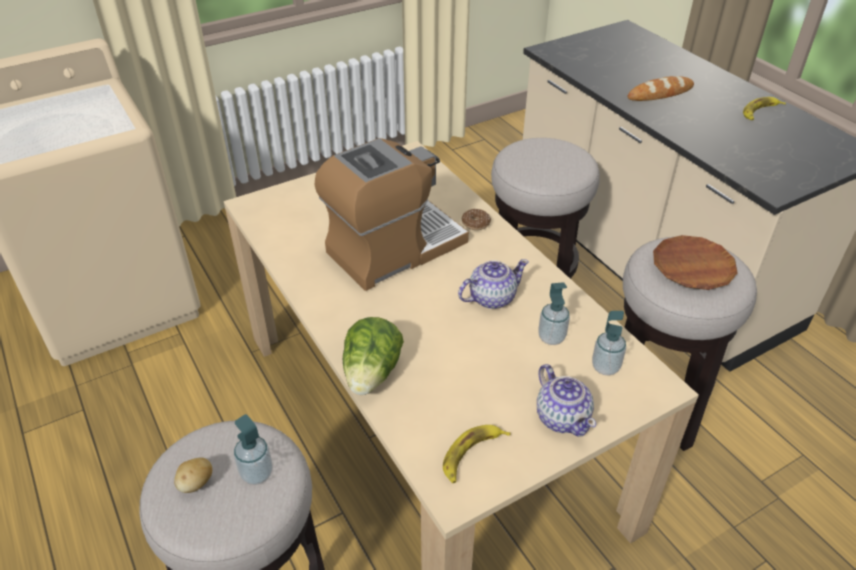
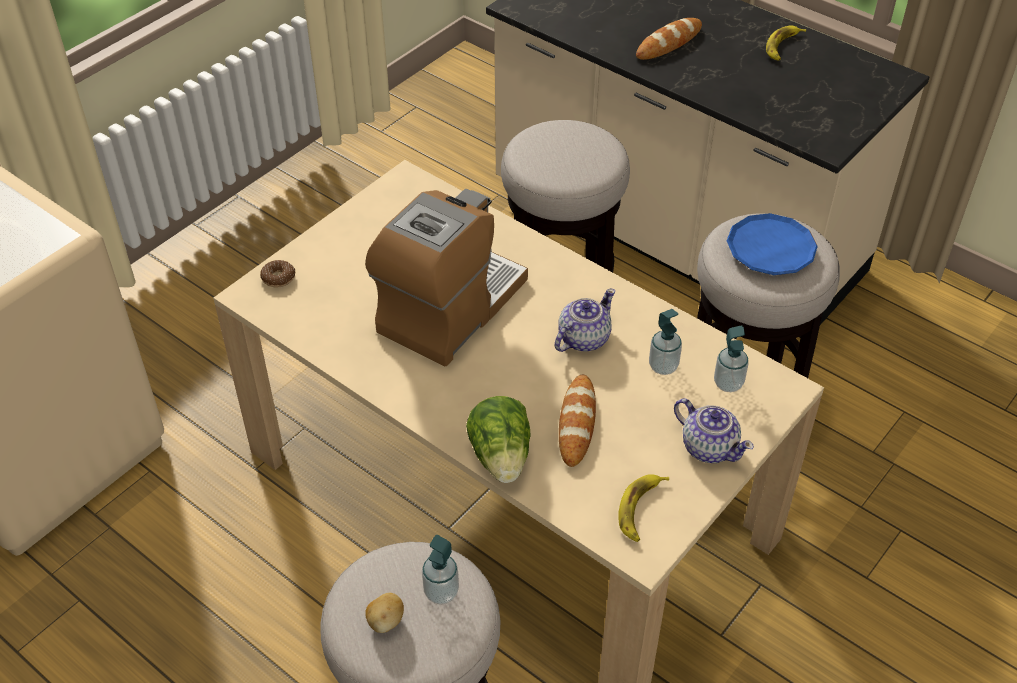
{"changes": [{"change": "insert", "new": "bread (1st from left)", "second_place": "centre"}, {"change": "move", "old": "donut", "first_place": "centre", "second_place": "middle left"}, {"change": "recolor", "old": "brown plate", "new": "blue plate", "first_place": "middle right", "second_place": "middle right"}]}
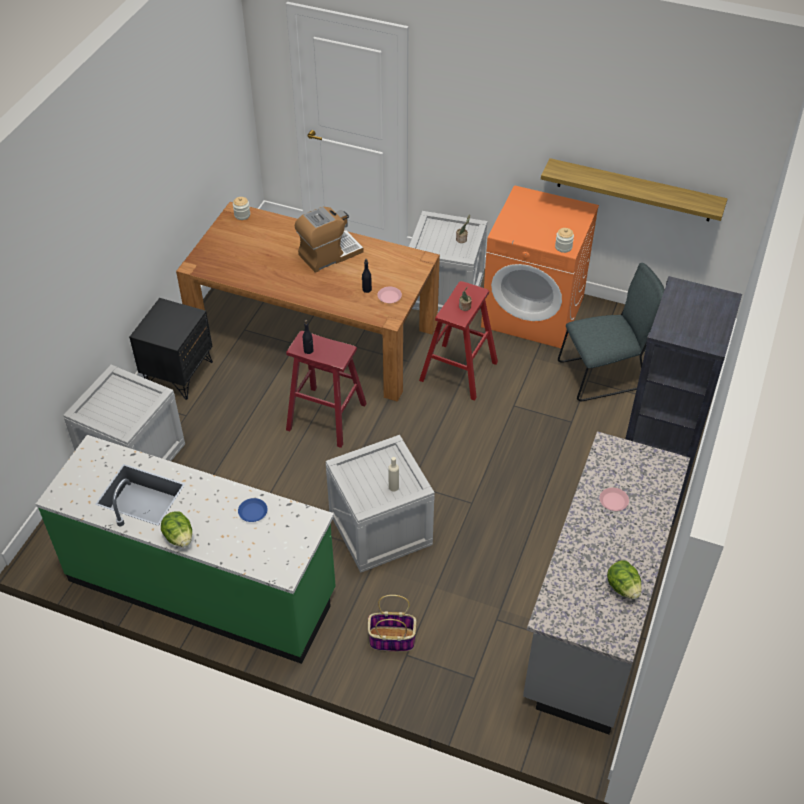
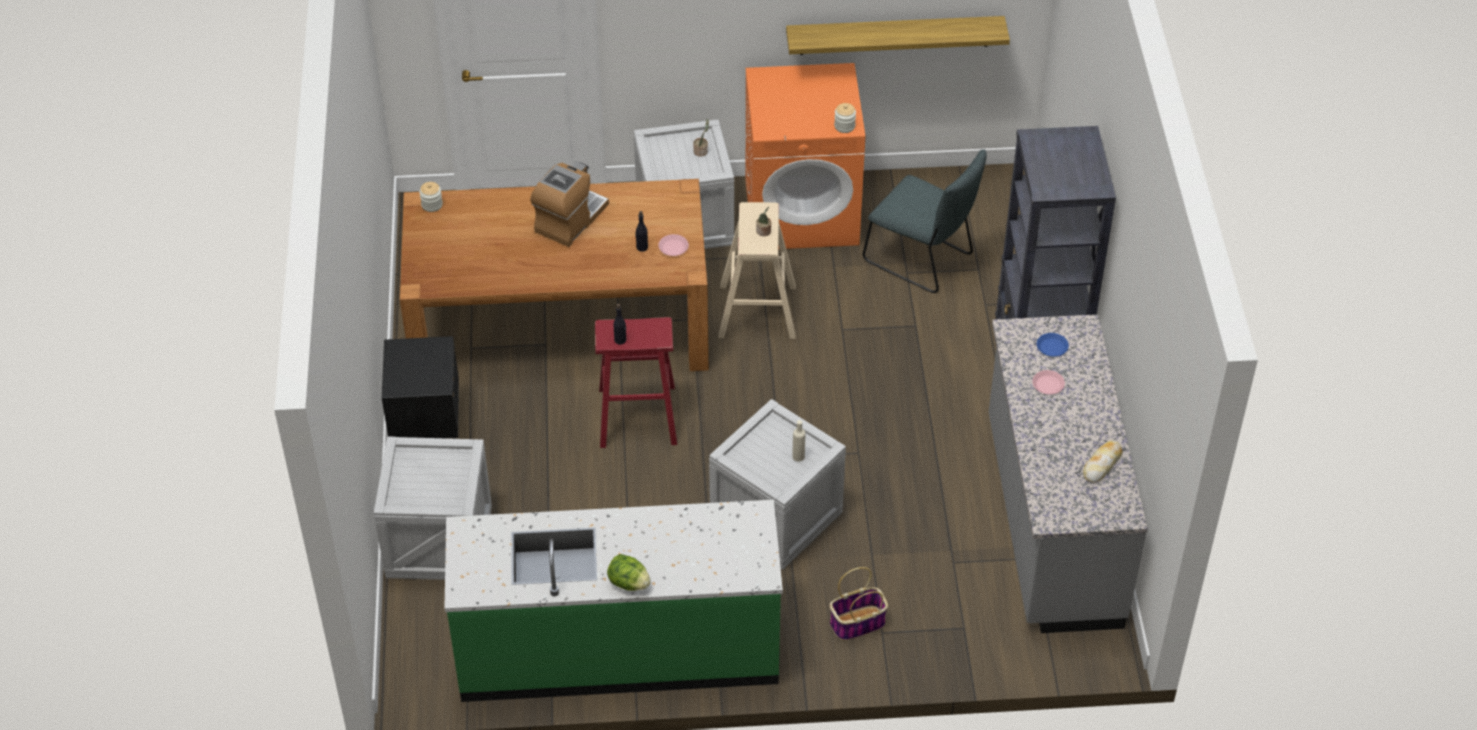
{"changes": [{"change": "move", "old": "blue plate", "first_place": "middle left", "second_place": "middle right"}, {"change": "replace", "old": "lettuce (2nd from left)", "new": "bread", "first_place": "bottom right", "second_place": "middle right"}, {"change": "recolor", "old": "red stool (2nd from left)", "new": "beige stool", "first_place": "centre", "second_place": "centre"}, {"change": "rotate", "old": "grey chair", "first_place": "middle right", "second_place": "top centre", "degrees": 75}]}
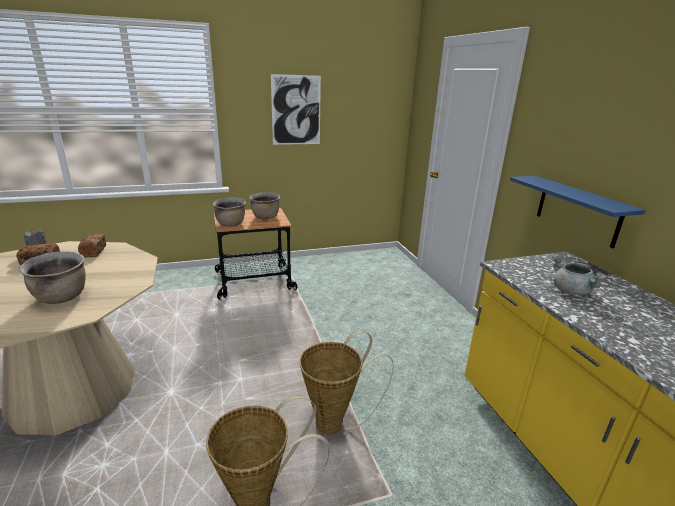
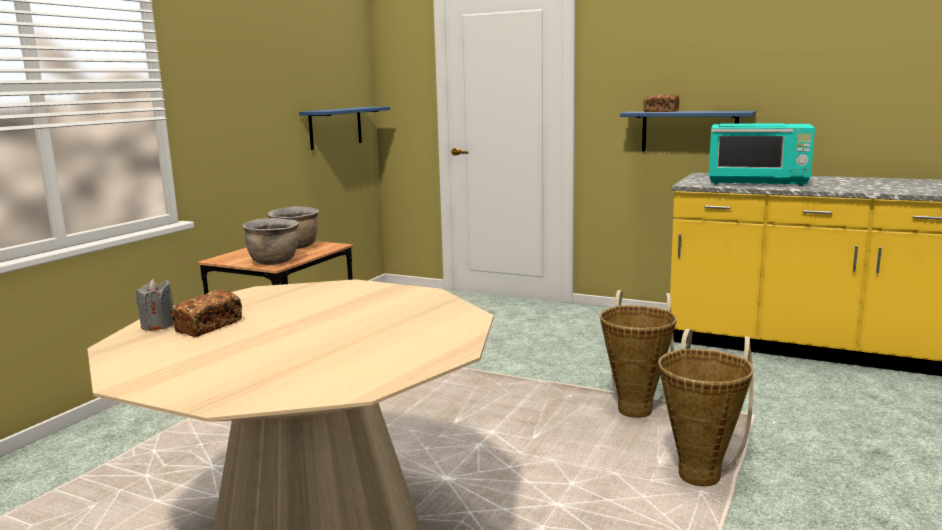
{"changes": [{"change": "delete", "old": "brown cooking pot (1st from left)", "first_place": "middle left"}, {"change": "delete", "old": "picture", "first_place": "top centre"}, {"change": "insert", "new": "blue shelf (1st from left)", "second_place": "top centre"}, {"change": "move", "old": "bread (2nd from left)", "first_place": "middle left", "second_place": "top right"}, {"change": "replace", "old": "grey cooking pot", "new": "turquoise microwave", "first_place": "middle right", "second_place": "top right"}]}
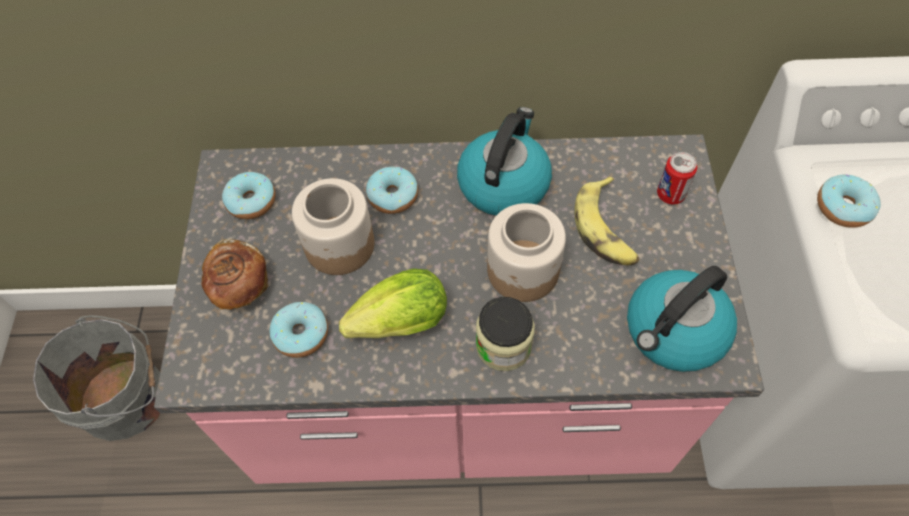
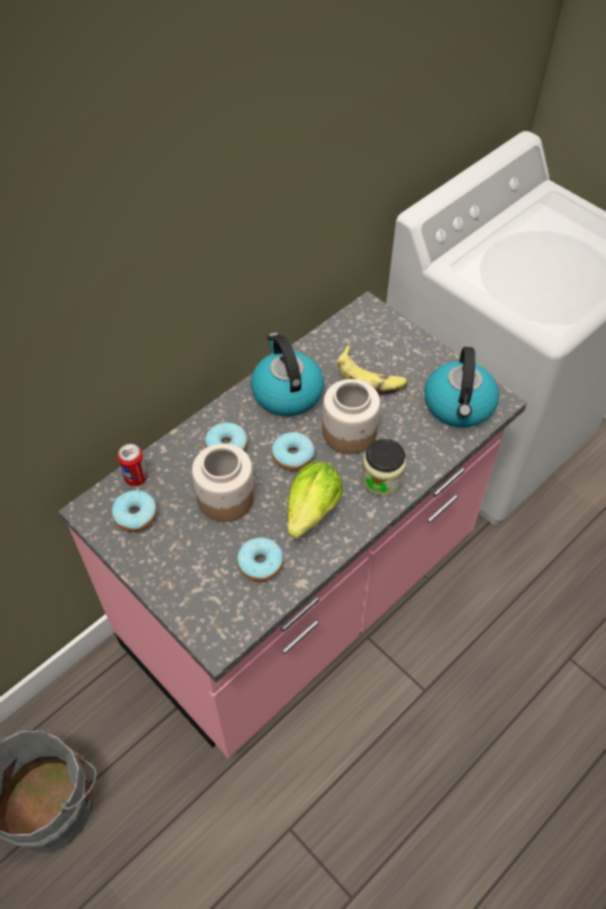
{"changes": [{"change": "delete", "old": "bread", "first_place": "middle left"}, {"change": "move", "old": "can", "first_place": "middle right", "second_place": "middle left"}, {"change": "move", "old": "donut (4th from left)", "first_place": "middle right", "second_place": "centre"}]}
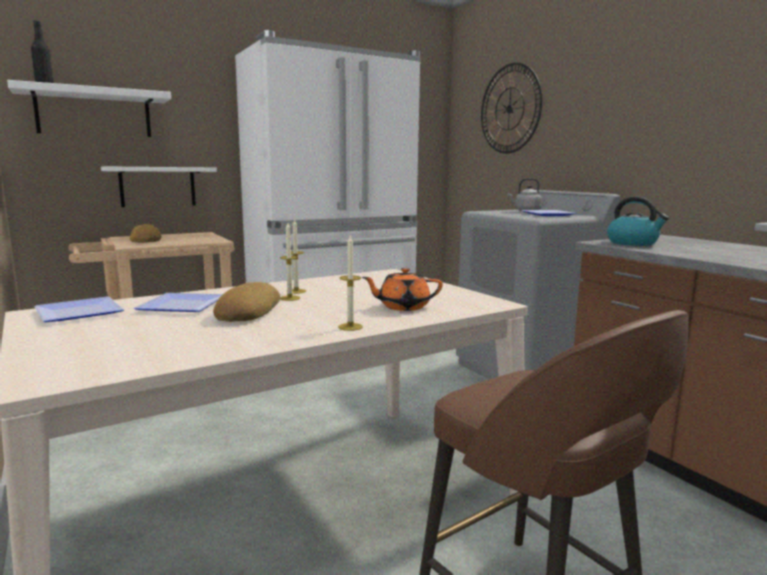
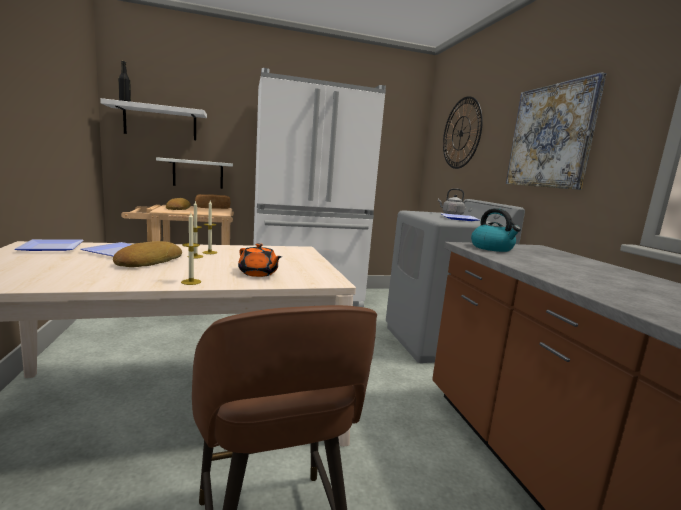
{"changes": [{"change": "insert", "new": "bread (3rd from left)", "second_place": "middle left"}, {"change": "insert", "new": "picture", "second_place": "top right"}, {"change": "rotate", "old": "orange teapot", "first_place": "centre", "second_place": "centre", "degrees": -150}]}
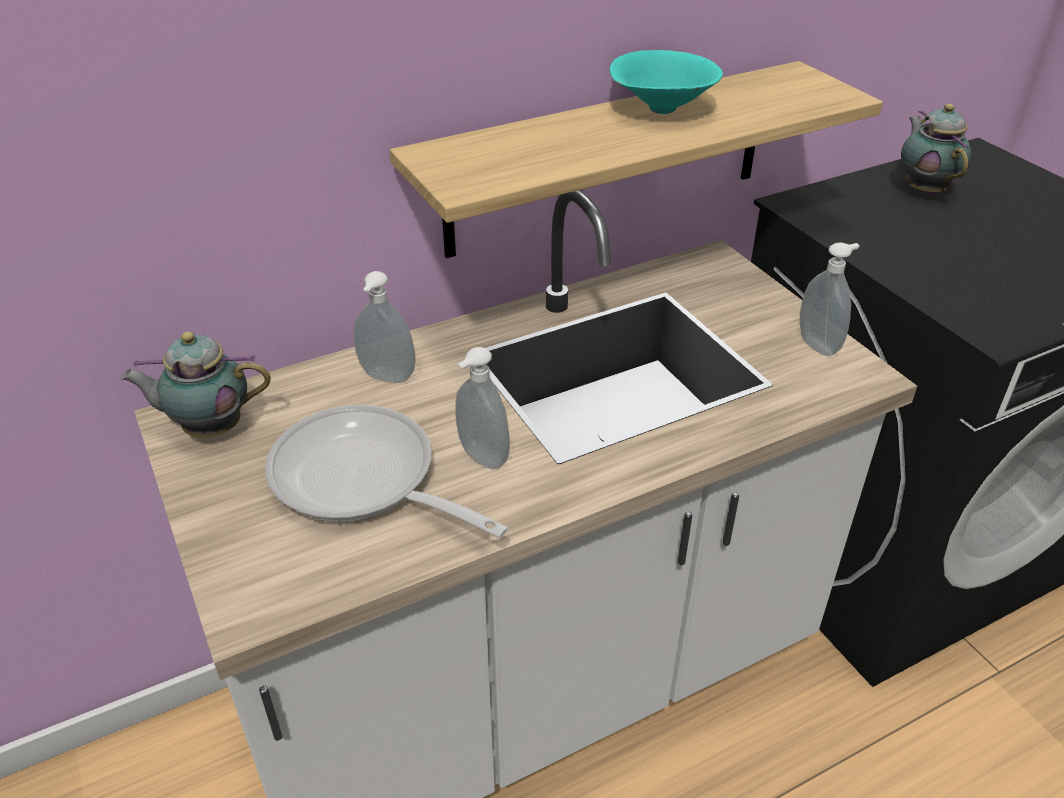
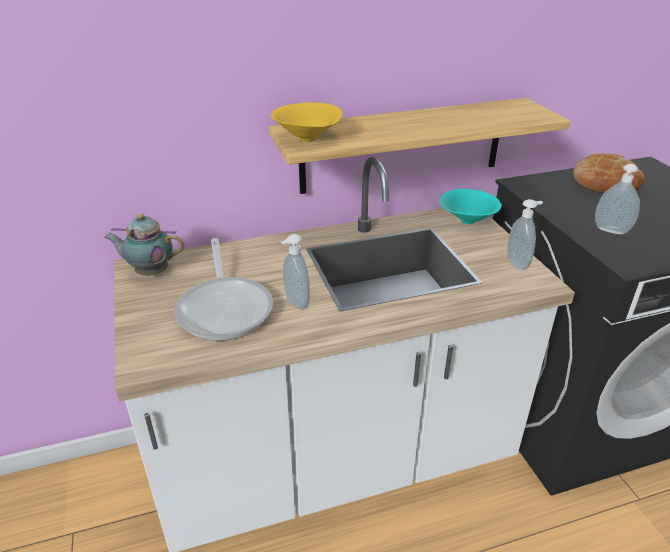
{"changes": [{"change": "insert", "new": "yellow bowl", "second_place": "top centre"}, {"change": "move", "old": "soap dispenser (1st from left in the first image)", "new": "soap dispenser (3rd from left)", "first_place": "centre", "second_place": "middle right"}, {"change": "move", "old": "turquoise bowl", "first_place": "top centre", "second_place": "middle right"}, {"change": "replace", "old": "teapot (2nd from left)", "new": "bread", "first_place": "top right", "second_place": "top right"}, {"change": "rotate", "old": "frying pan", "first_place": "centre", "second_place": "middle left", "degrees": -150}]}
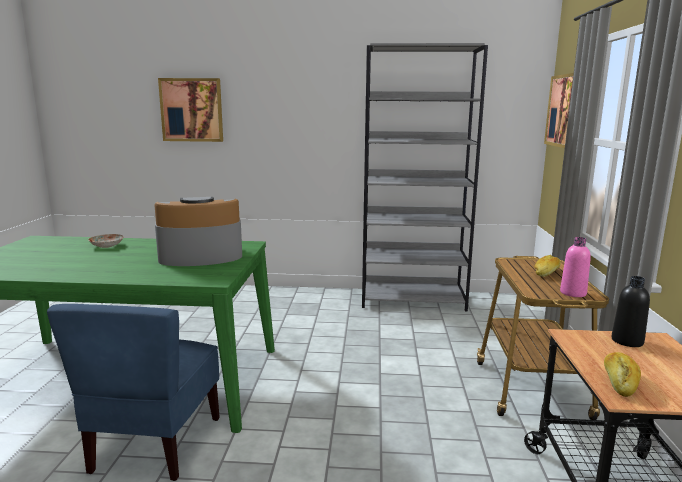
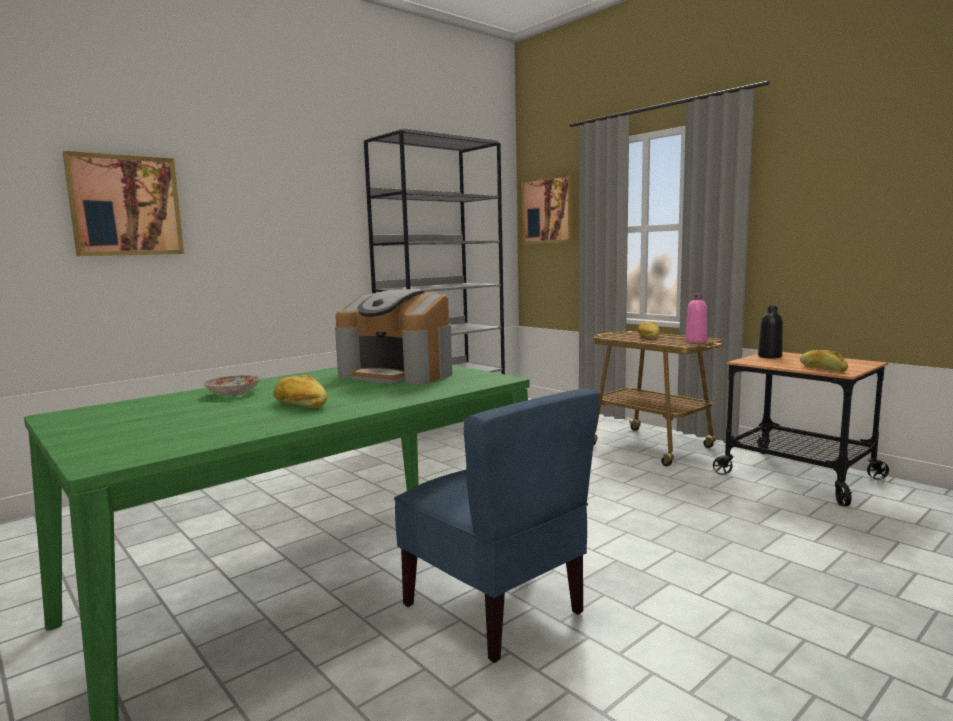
{"changes": [{"change": "insert", "new": "bread (1st from left)", "second_place": "middle left"}, {"change": "rotate", "old": "coffee machine", "first_place": "middle left", "second_place": "centre", "degrees": -90}]}
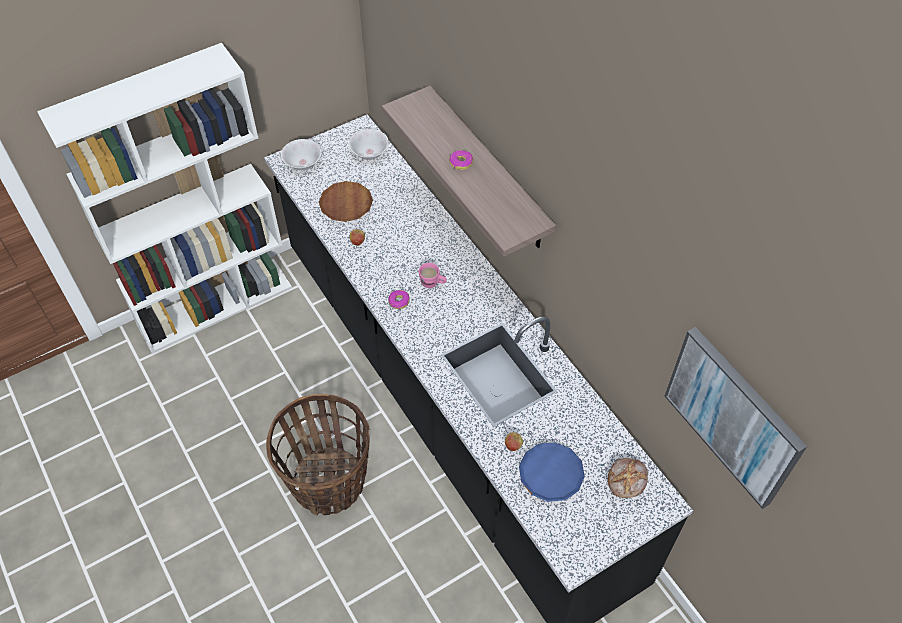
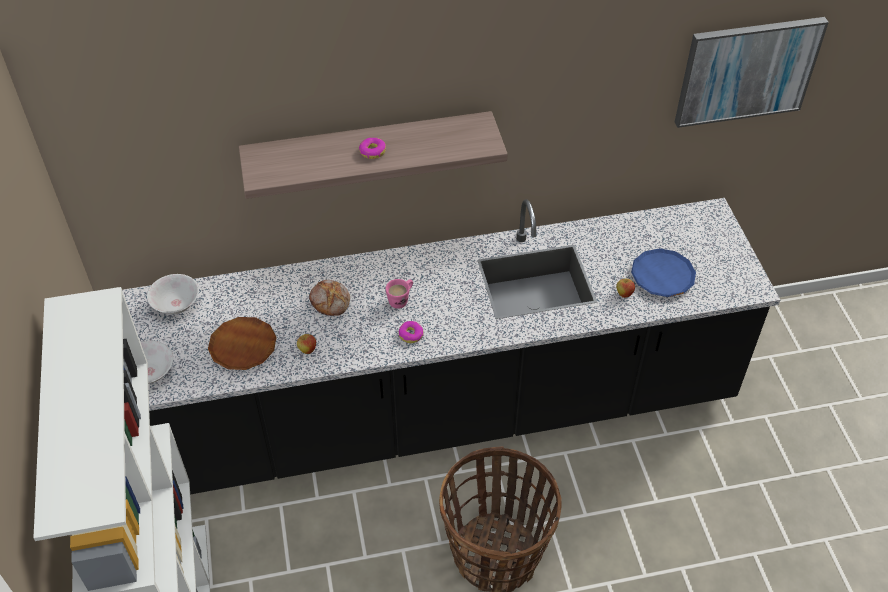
{"changes": [{"change": "move", "old": "bread", "first_place": "bottom right", "second_place": "centre"}]}
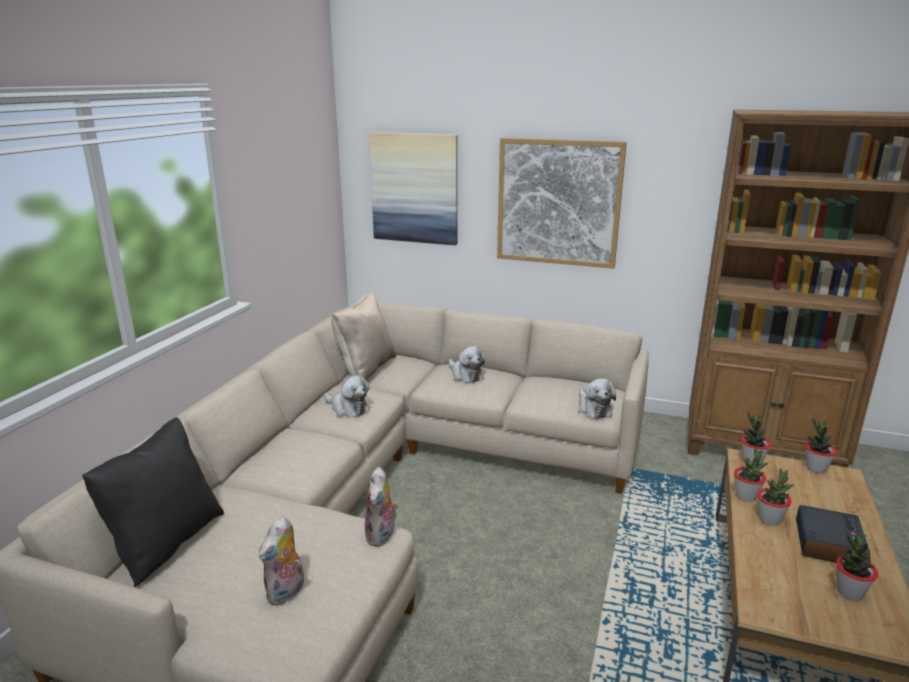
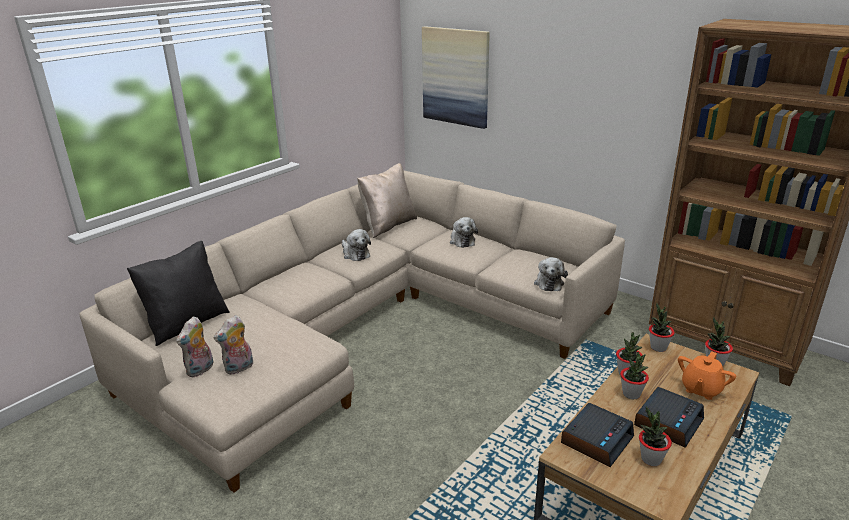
{"changes": [{"change": "delete", "old": "picture (2nd from left)", "first_place": "top centre"}, {"change": "insert", "new": "alarm clock (1st from left)", "second_place": "bottom right"}, {"change": "insert", "new": "orange teapot", "second_place": "bottom right"}, {"change": "move", "old": "plush toy (3rd from left in the first image)", "new": "plush toy (1st from left)", "first_place": "bottom centre", "second_place": "bottom left"}]}
